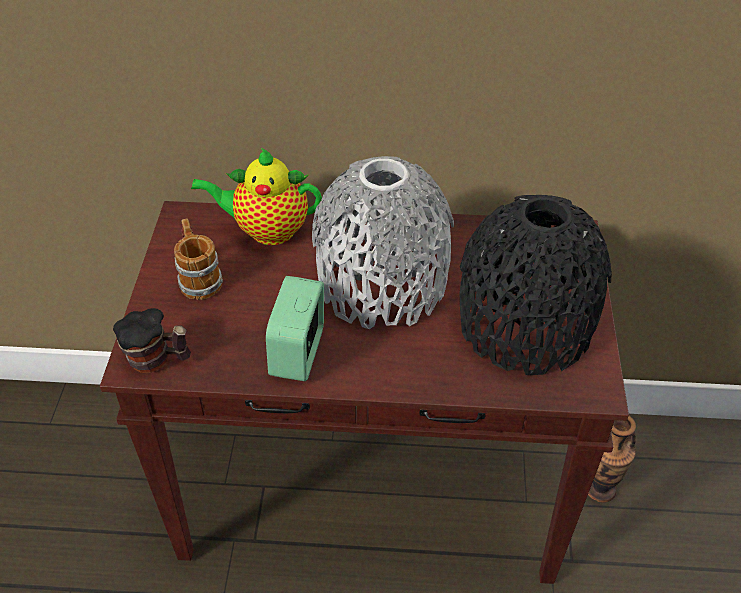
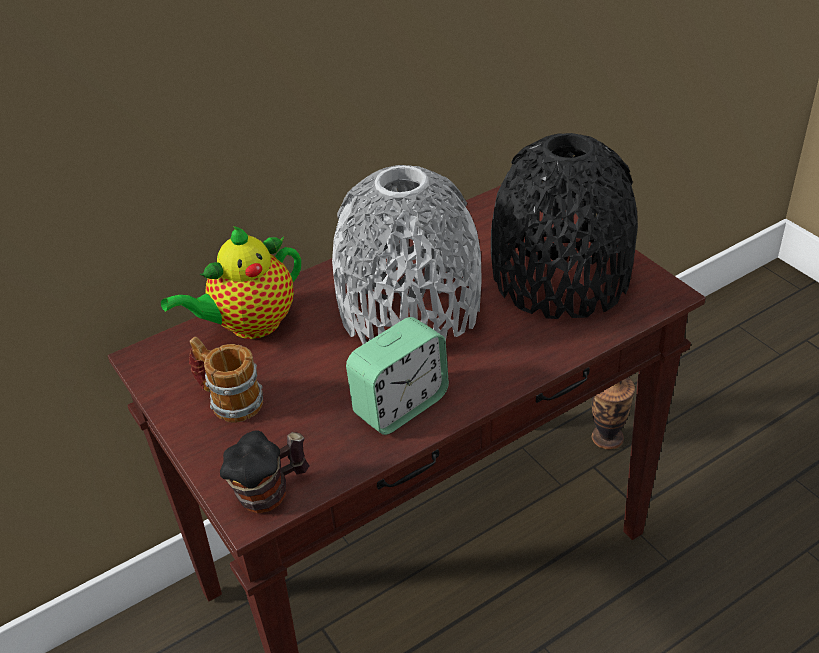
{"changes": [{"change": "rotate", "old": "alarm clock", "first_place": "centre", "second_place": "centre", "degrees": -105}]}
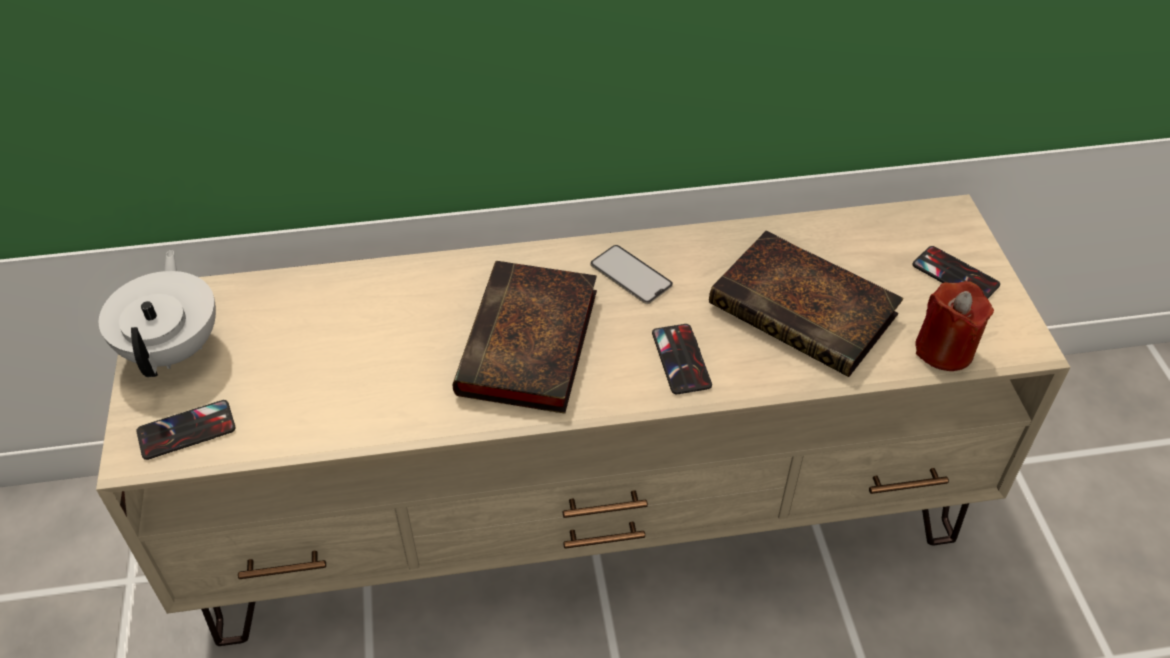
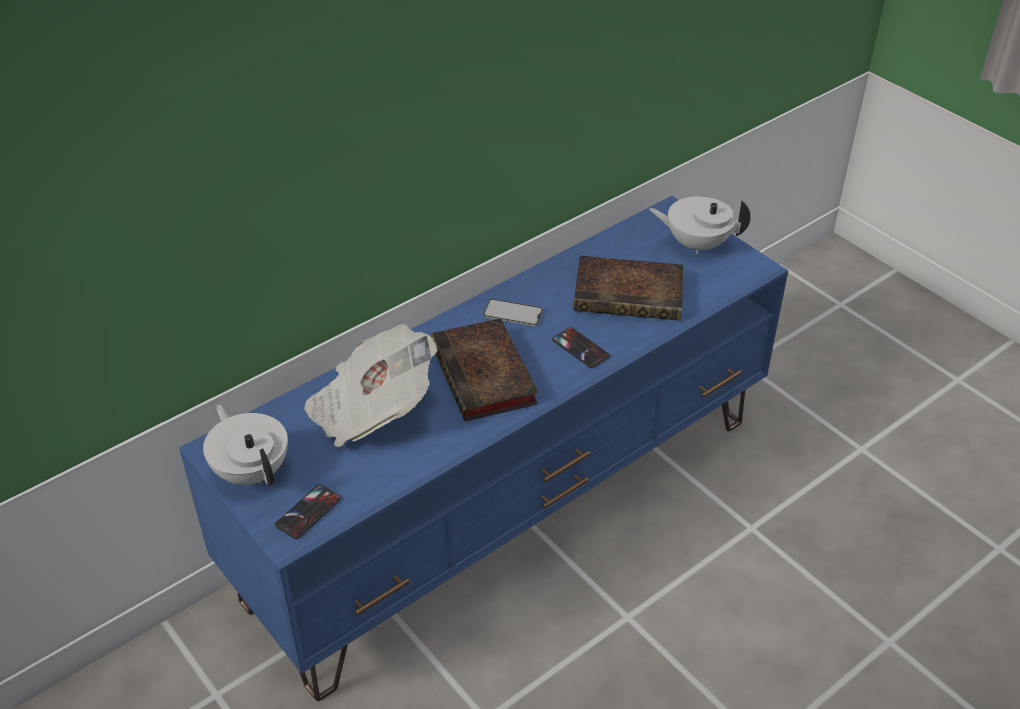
{"changes": [{"change": "delete", "old": "red candle", "first_place": "middle right"}, {"change": "insert", "new": "newspaper", "second_place": "centre"}, {"change": "replace", "old": "phone (4th from left)", "new": "white teapot (2nd from left)", "first_place": "middle right", "second_place": "top right"}, {"change": "recolor", "old": "beige tv stand", "new": "blue tv stand", "first_place": "centre", "second_place": "centre"}]}
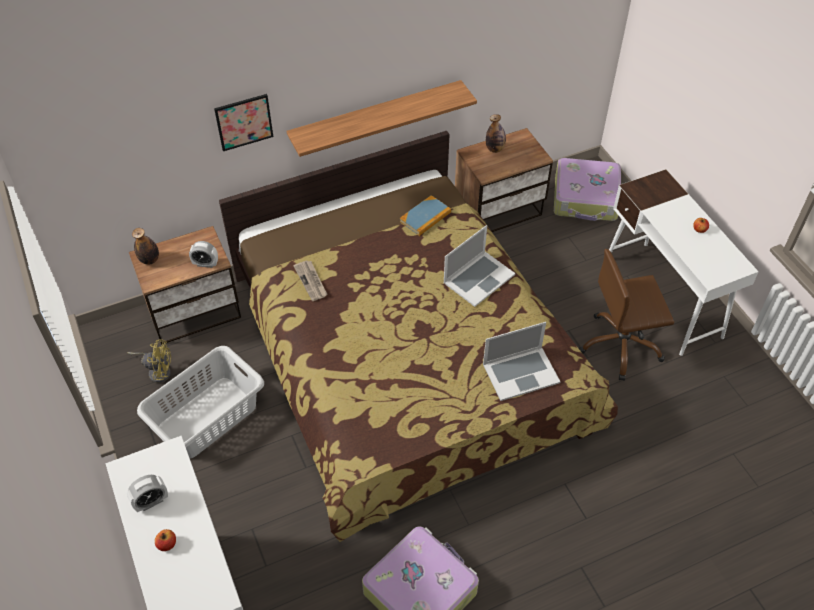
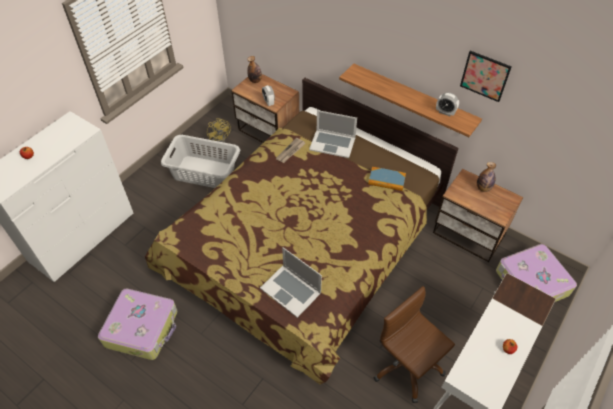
{"changes": [{"change": "move", "old": "alarm clock (1st from left in the first image)", "new": "alarm clock (2nd from left)", "first_place": "bottom left", "second_place": "top right"}, {"change": "move", "old": "picture", "first_place": "top left", "second_place": "top right"}, {"change": "move", "old": "laptop (1st from left in the first image)", "new": "laptop (2nd from left)", "first_place": "centre", "second_place": "top centre"}]}
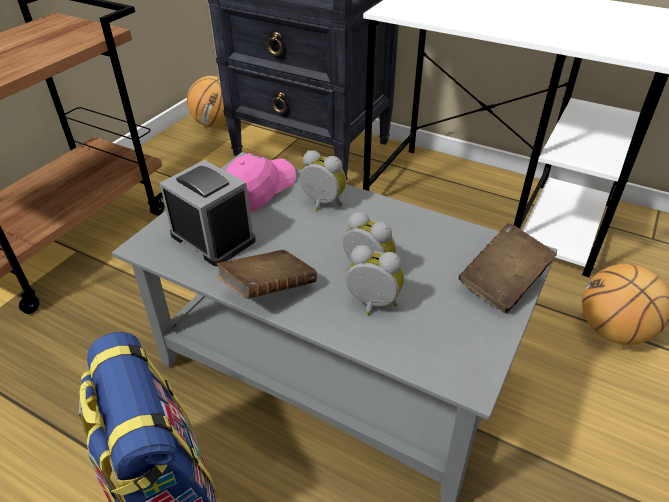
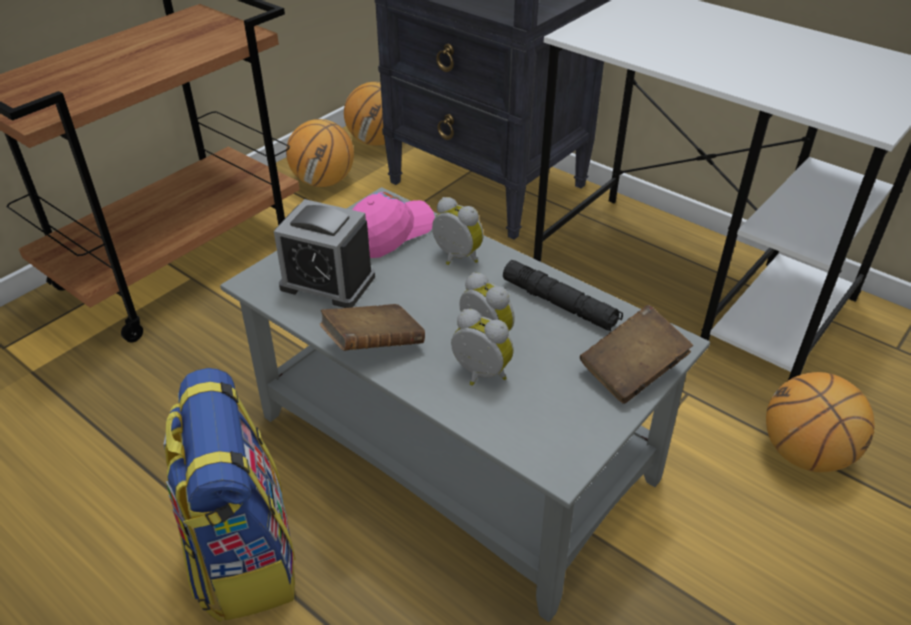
{"changes": [{"change": "insert", "new": "basketball (1st from left)", "second_place": "top centre"}, {"change": "insert", "new": "black flashlight", "second_place": "centre"}, {"change": "rotate", "old": "alarm clock (1st from left)", "first_place": "middle left", "second_place": "centre", "degrees": 150}]}
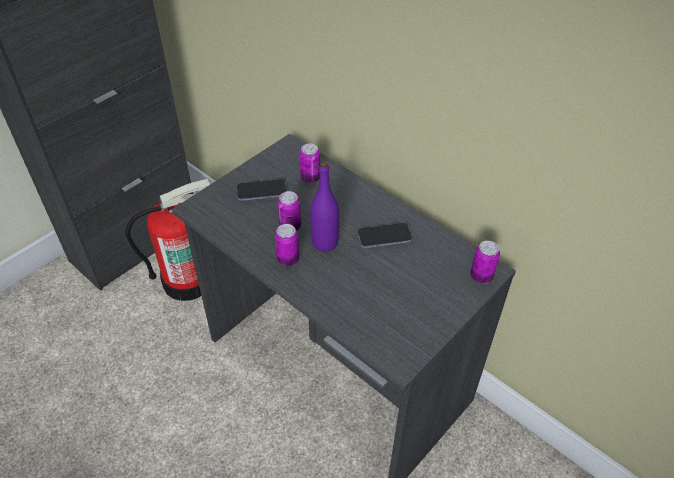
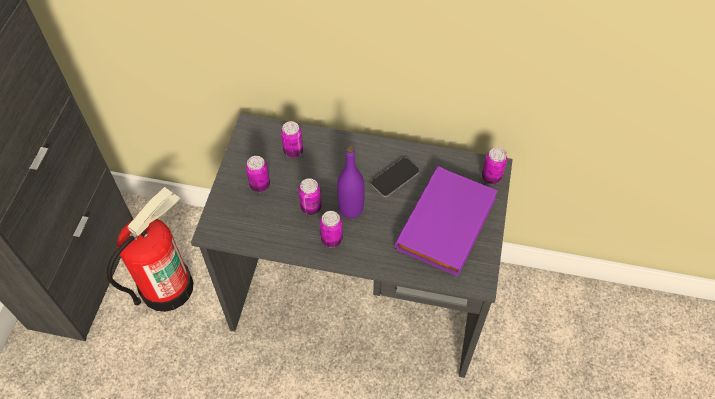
{"changes": [{"change": "insert", "new": "purple book", "second_place": "centre"}, {"change": "replace", "old": "phone (1st from left)", "new": "can (1st from left)", "first_place": "centre", "second_place": "centre"}]}
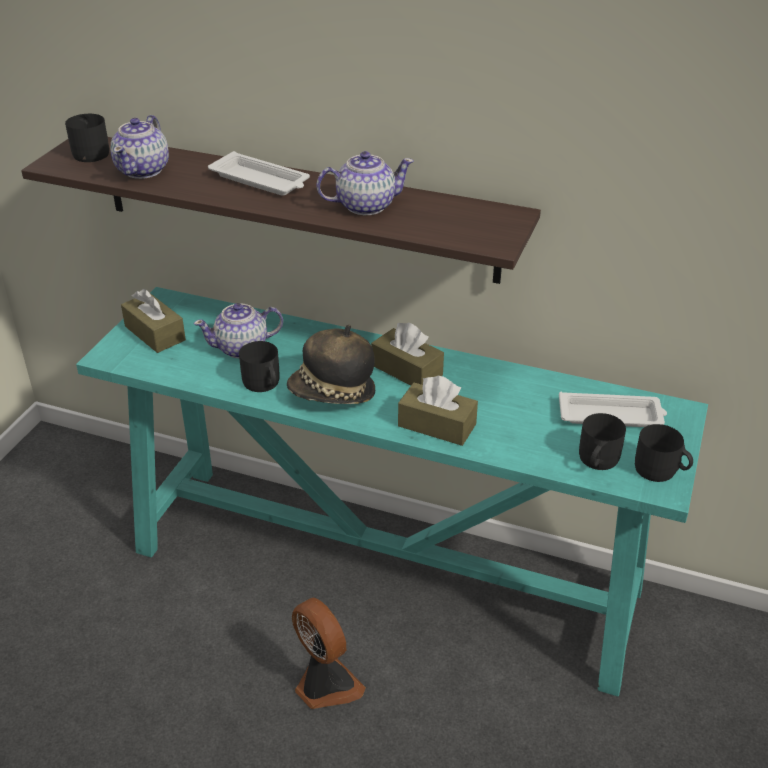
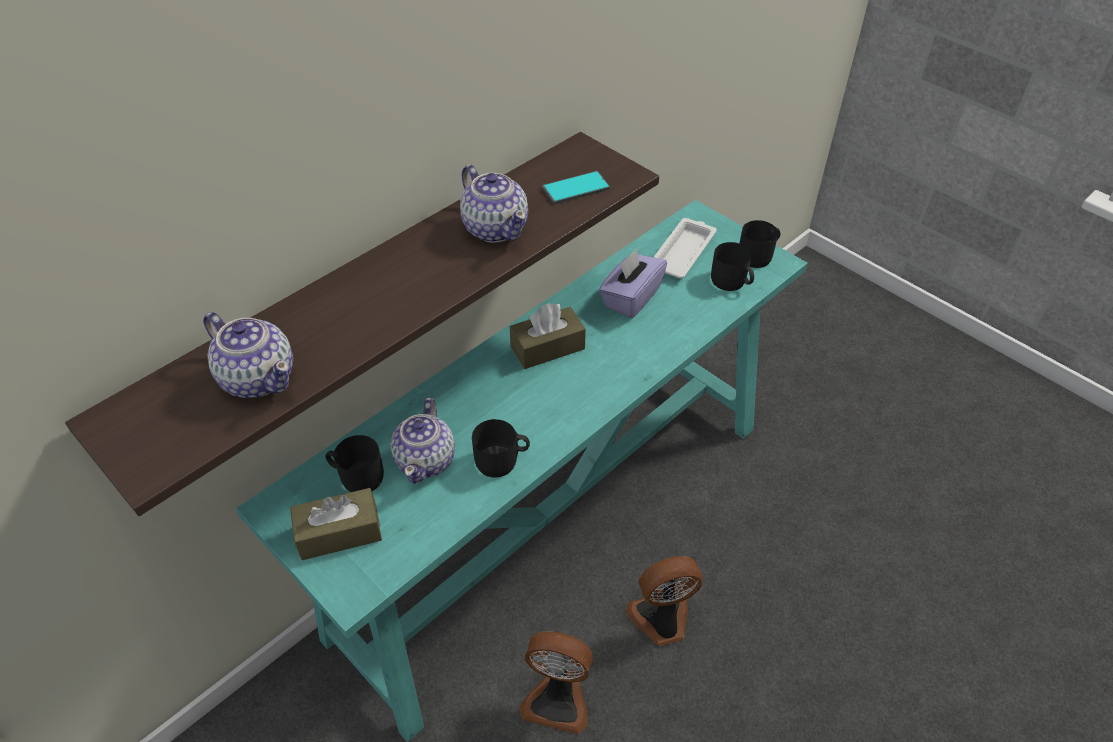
{"changes": [{"change": "delete", "old": "white tray (1st from left)", "first_place": "top centre"}, {"change": "delete", "old": "hat", "first_place": "centre"}, {"change": "delete", "old": "brown tissue box (3rd from left)", "first_place": "centre"}, {"change": "insert", "new": "fan (1st from left)", "second_place": "bottom centre"}, {"change": "insert", "new": "phone", "second_place": "top centre"}, {"change": "insert", "new": "purple tissue box", "second_place": "centre"}, {"change": "move", "old": "black mug (1st from left)", "first_place": "top left", "second_place": "middle left"}, {"change": "rotate", "old": "teapot (3rd from left)", "first_place": "top centre", "second_place": "top centre", "degrees": 135}]}
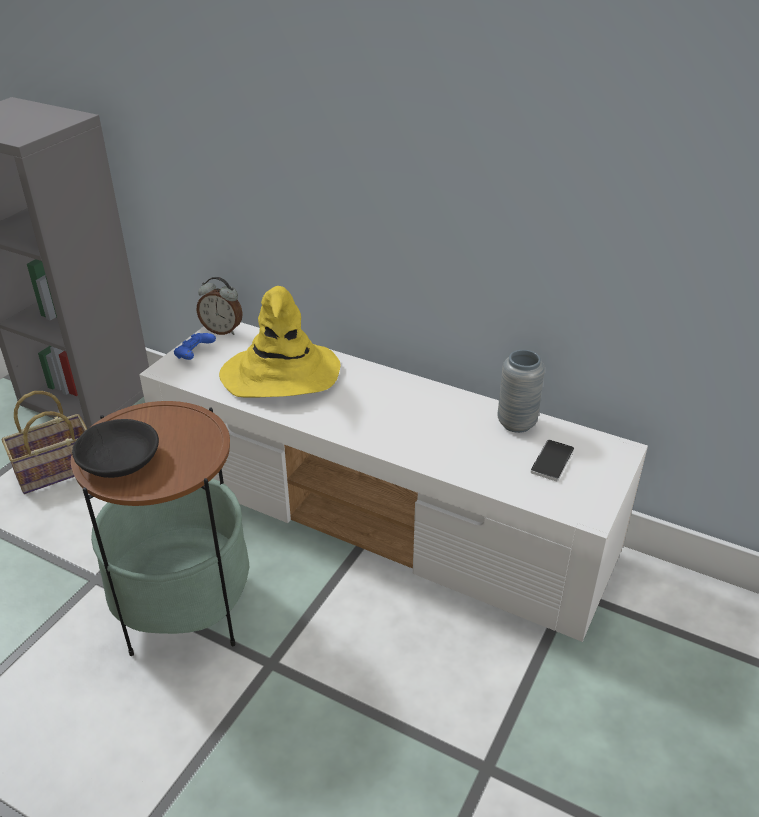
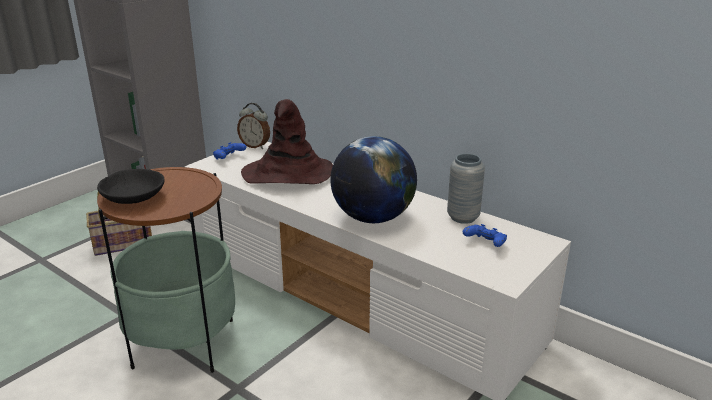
{"changes": [{"change": "insert", "new": "globe", "second_place": "centre"}, {"change": "replace", "old": "phone", "new": "blue game controller (2nd from left)", "first_place": "middle right", "second_place": "middle right"}, {"change": "recolor", "old": "yellow hat", "new": "brown hat", "first_place": "centre", "second_place": "centre"}]}
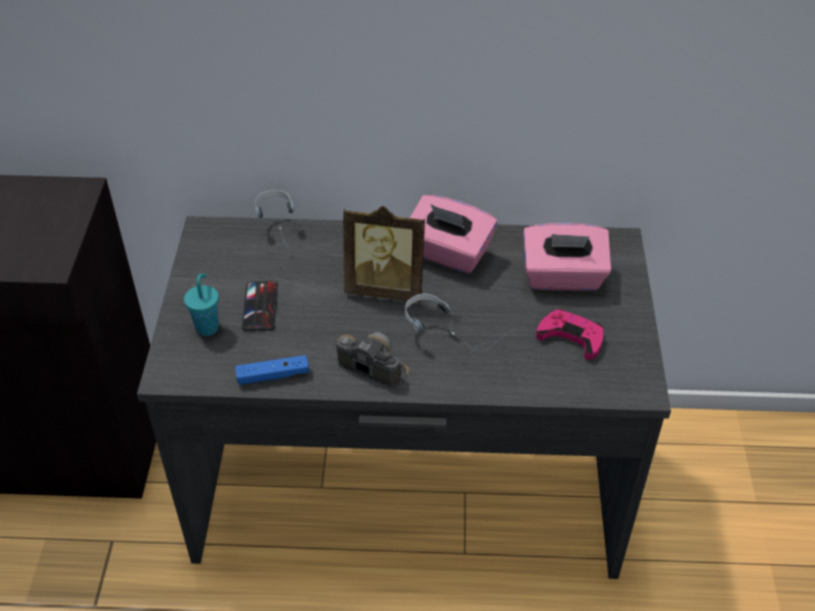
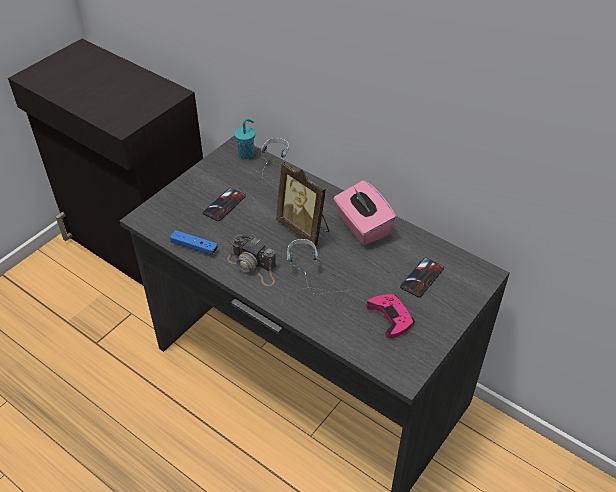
{"changes": [{"change": "move", "old": "turquoise cup", "first_place": "middle left", "second_place": "top centre"}, {"change": "replace", "old": "pink tissue box (2nd from left)", "new": "phone (2nd from left)", "first_place": "middle right", "second_place": "middle right"}, {"change": "rotate", "old": "photo camera", "first_place": "centre", "second_place": "centre", "degrees": 150}]}
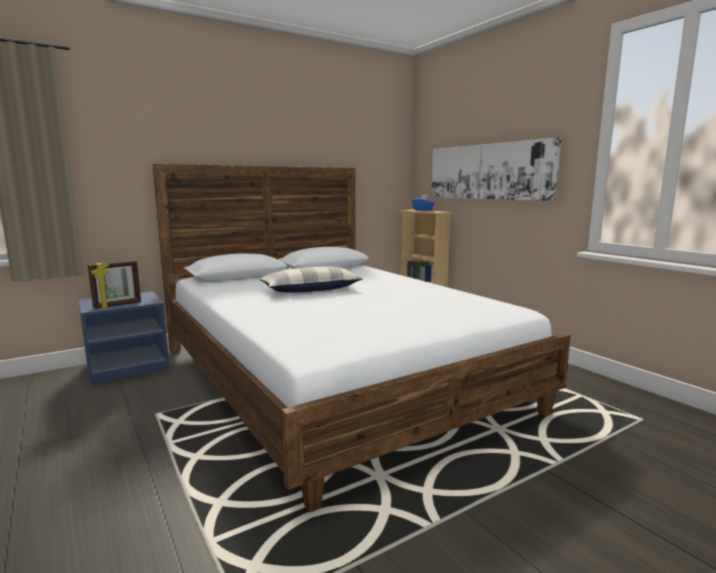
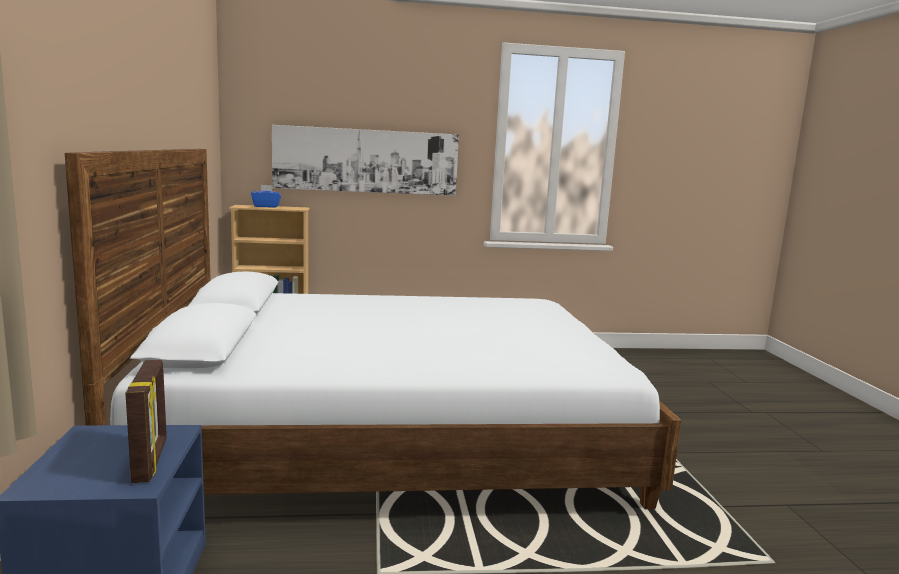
{"changes": [{"change": "delete", "old": "pillow", "first_place": "centre"}]}
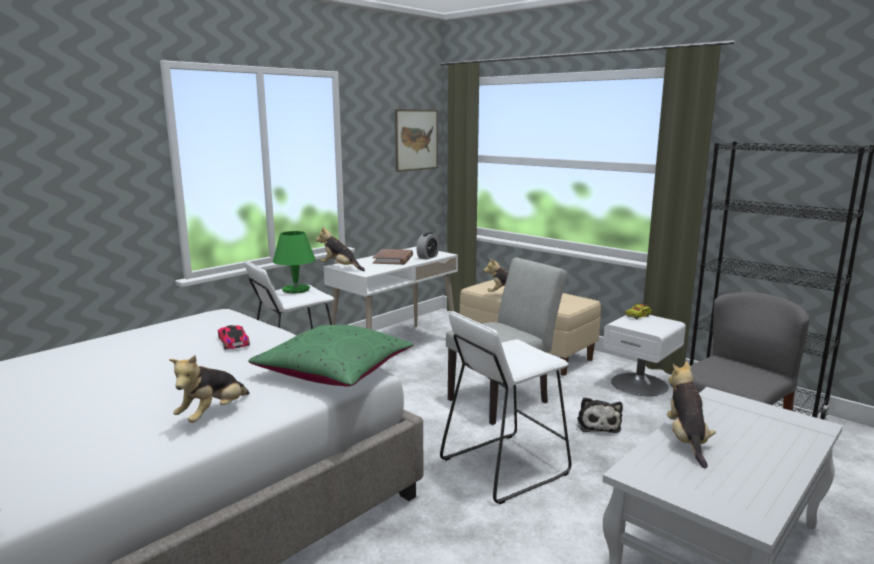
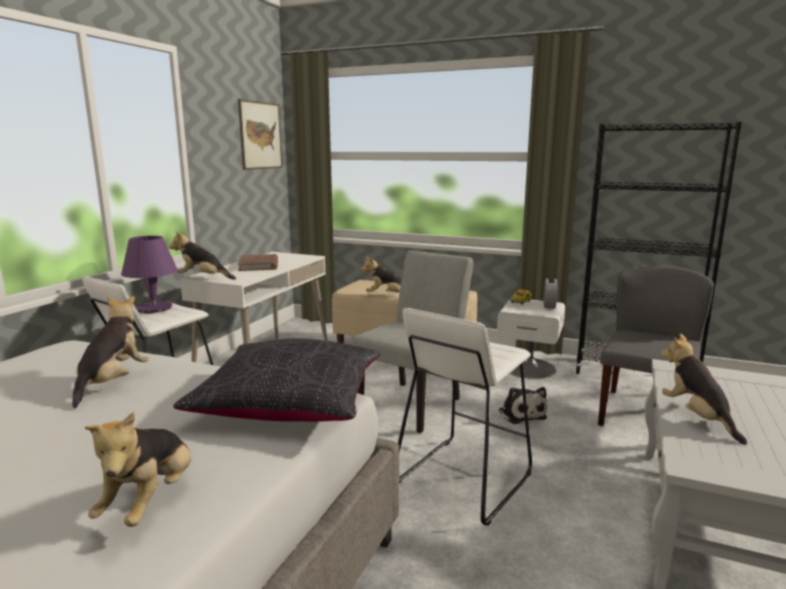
{"changes": [{"change": "move", "old": "alarm clock", "first_place": "centre", "second_place": "middle right"}, {"change": "replace", "old": "toy car", "new": "plush toy (1st from left)", "first_place": "middle left", "second_place": "middle left"}, {"change": "recolor", "old": "green pillow", "new": "black pillow", "first_place": "centre", "second_place": "centre"}, {"change": "recolor", "old": "green table lamp", "new": "purple table lamp", "first_place": "centre", "second_place": "middle left"}]}
